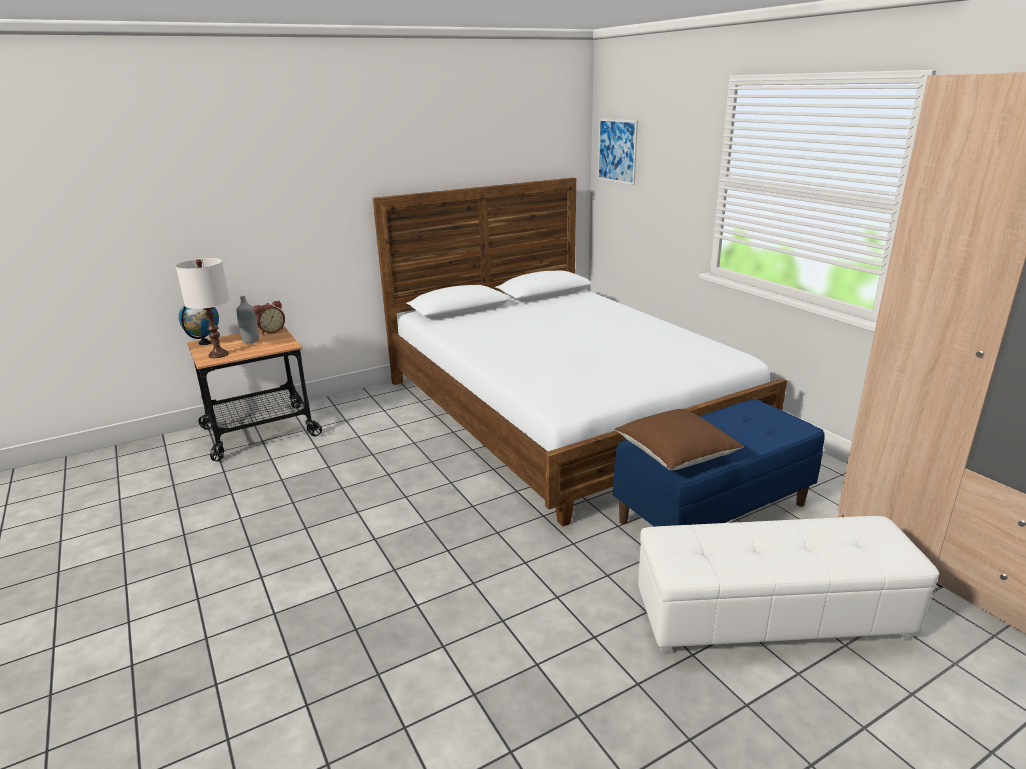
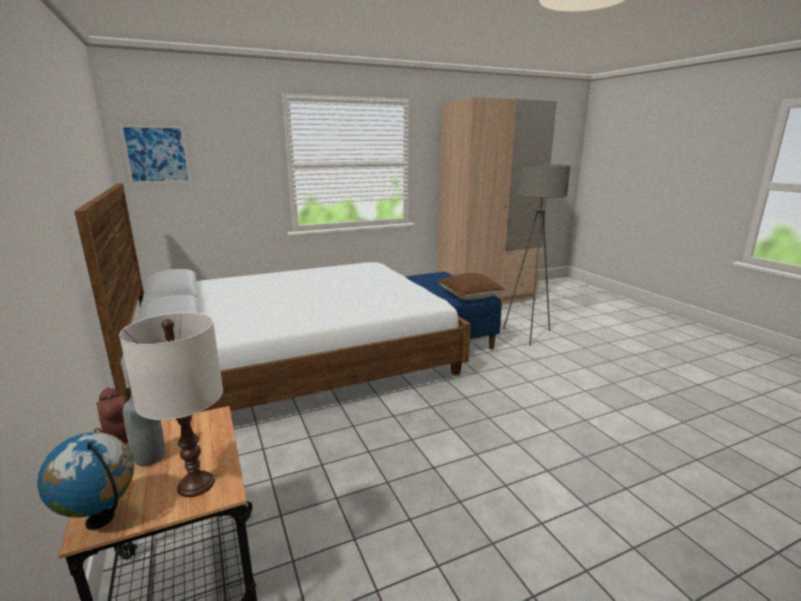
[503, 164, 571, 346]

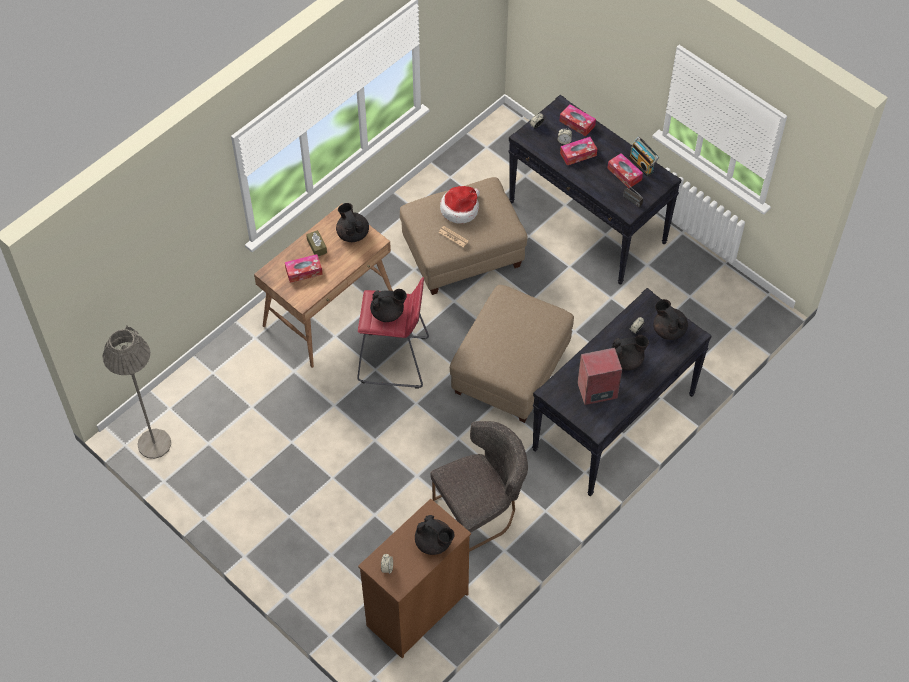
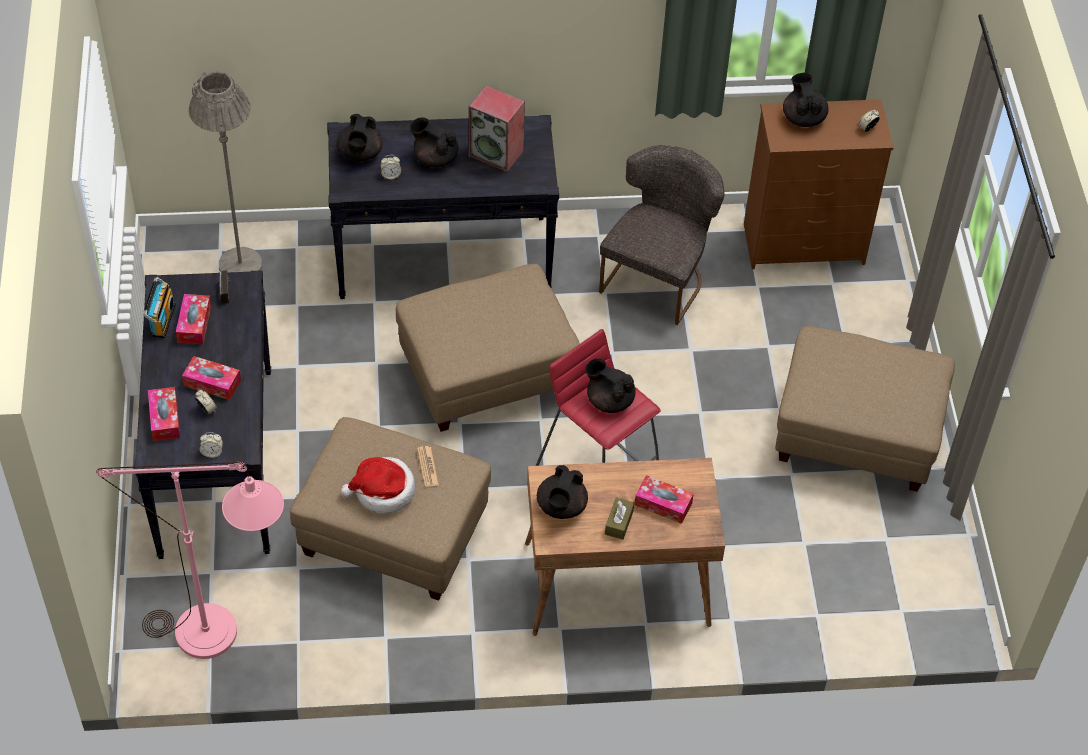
[96, 462, 284, 659]
[189, 72, 262, 272]
[599, 145, 725, 325]
[775, 326, 955, 492]

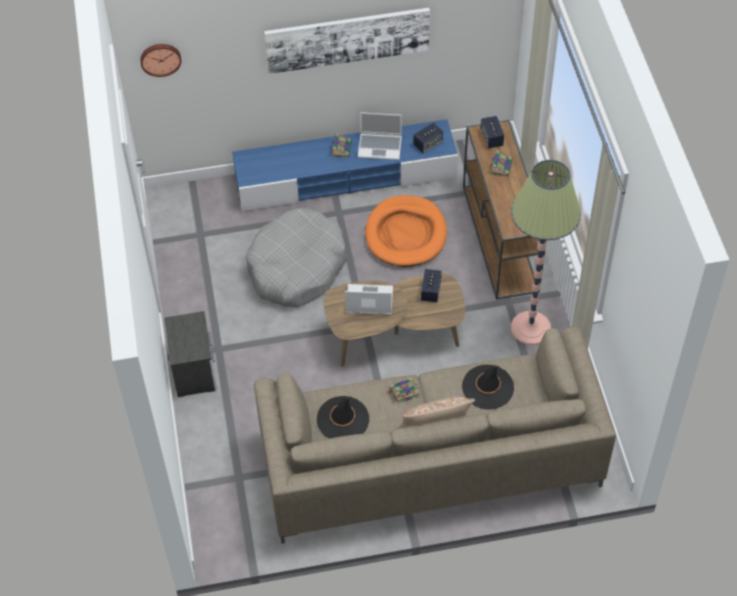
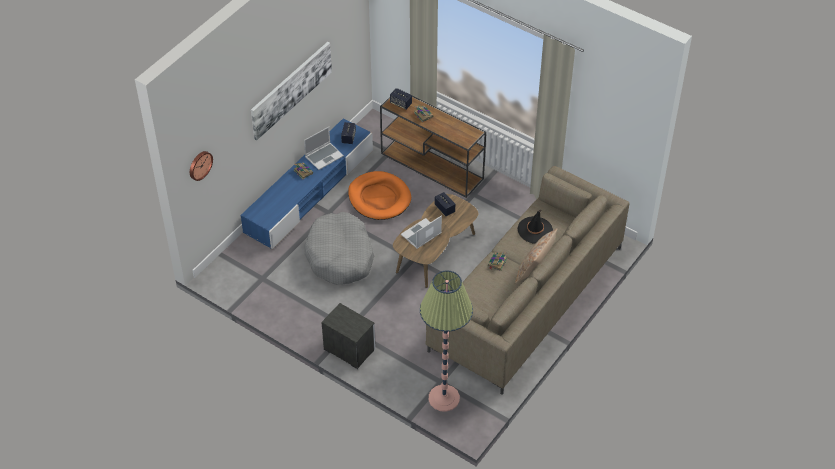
[420, 270, 473, 412]
[317, 396, 369, 438] (first image)

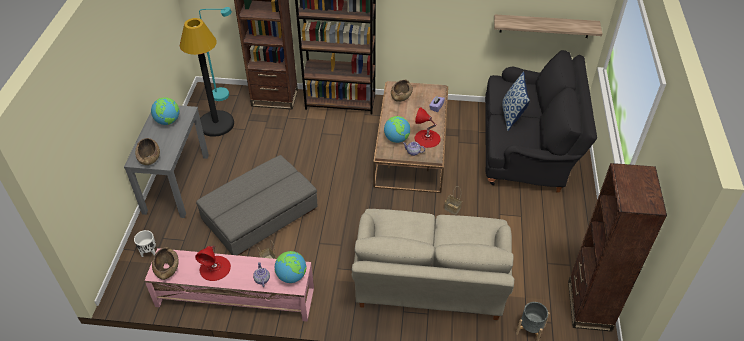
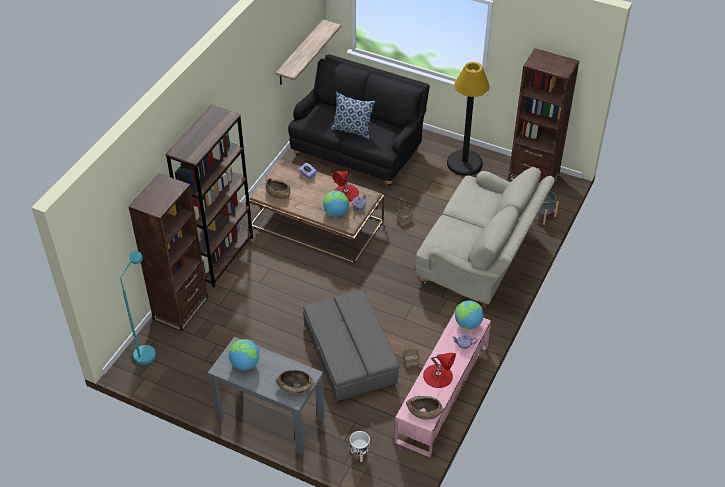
[447, 62, 490, 176]

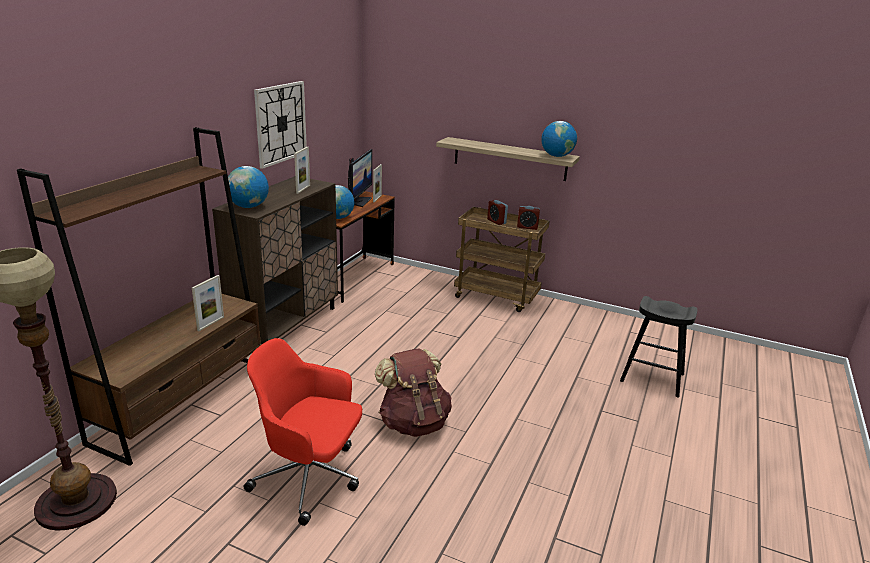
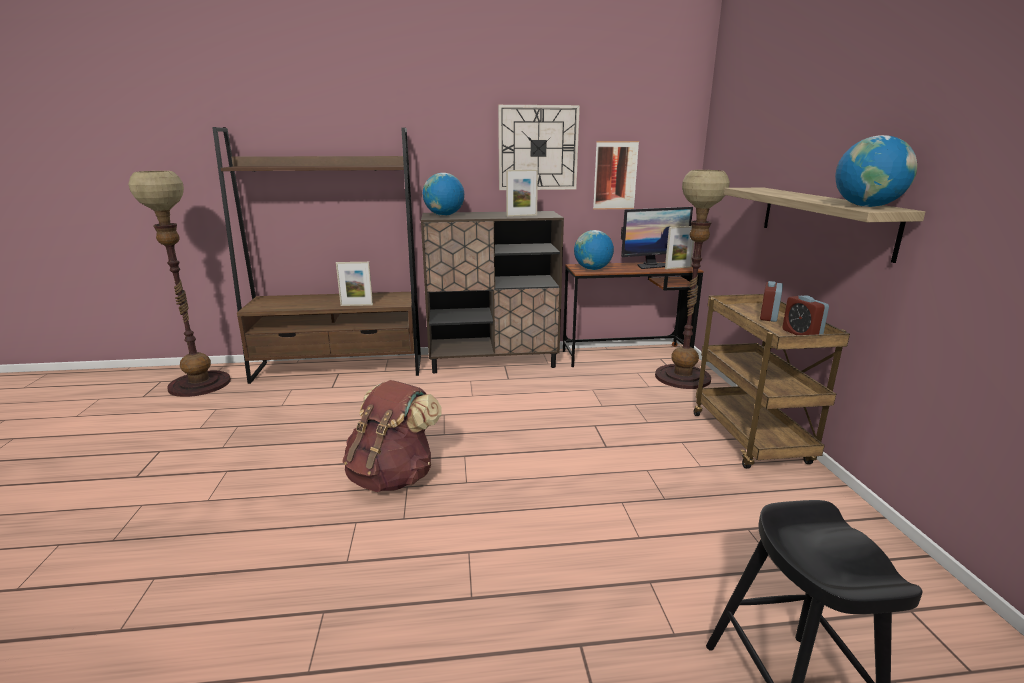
[593, 141, 639, 210]
[655, 170, 730, 389]
[244, 338, 362, 526] (first image)

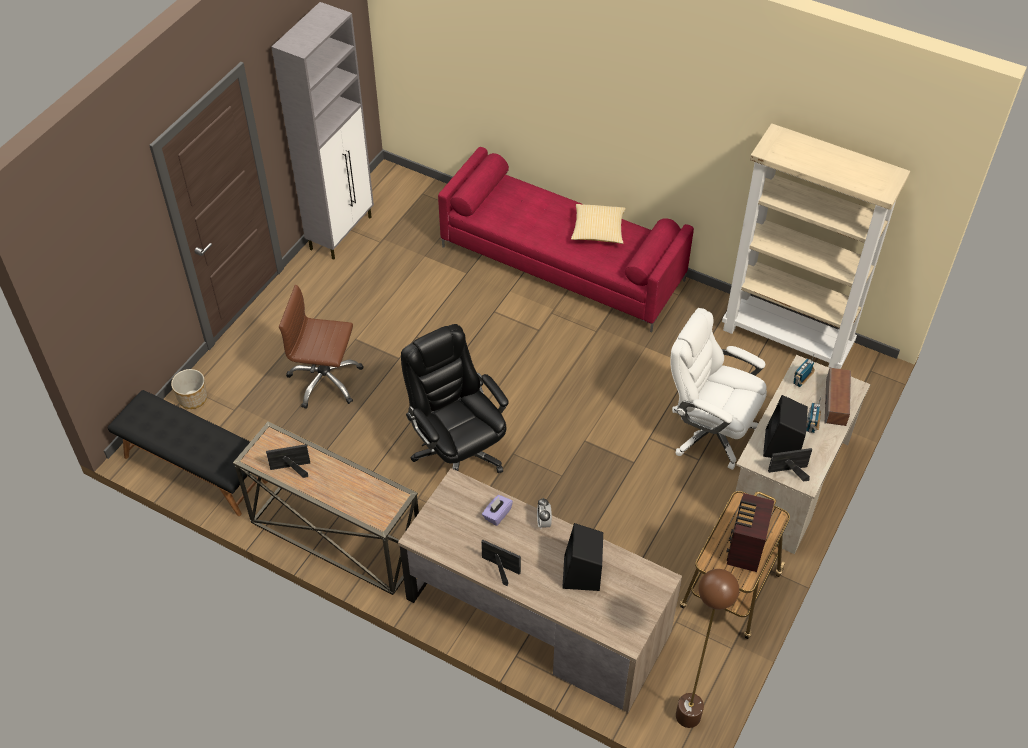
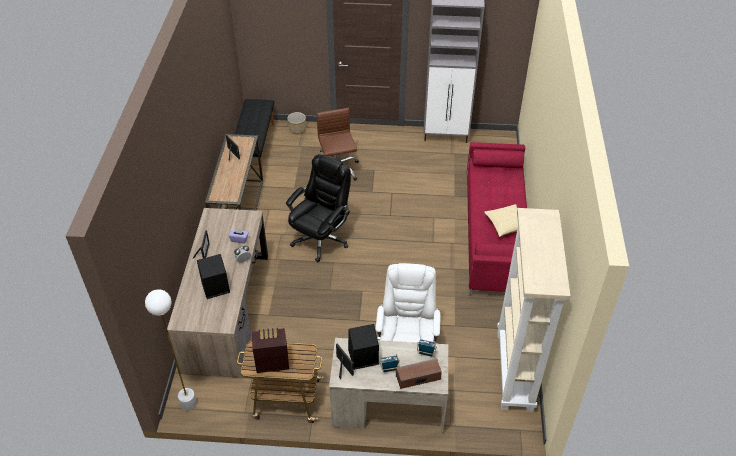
[145, 289, 197, 411]

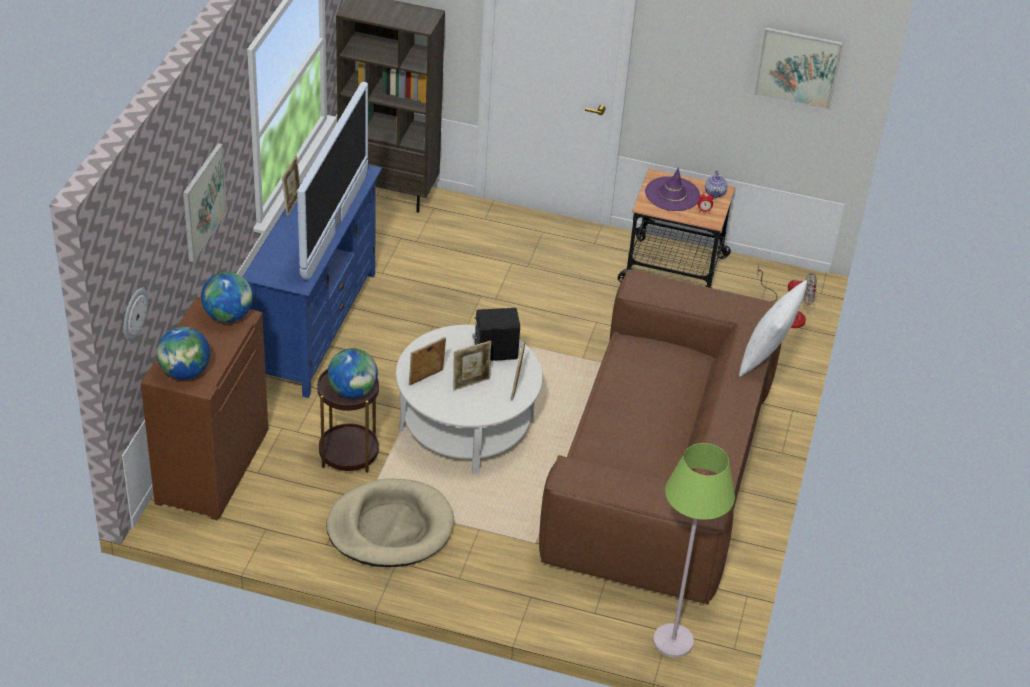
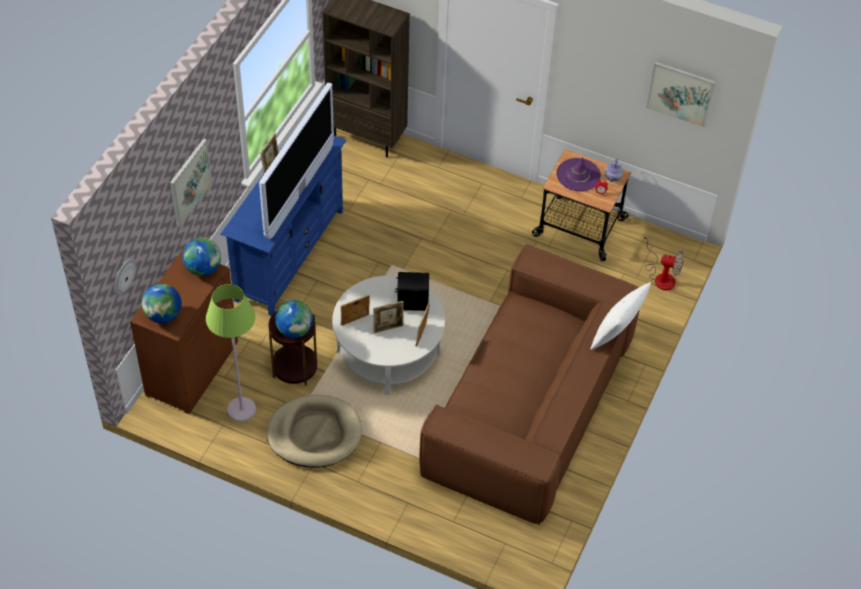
[206, 284, 256, 422]

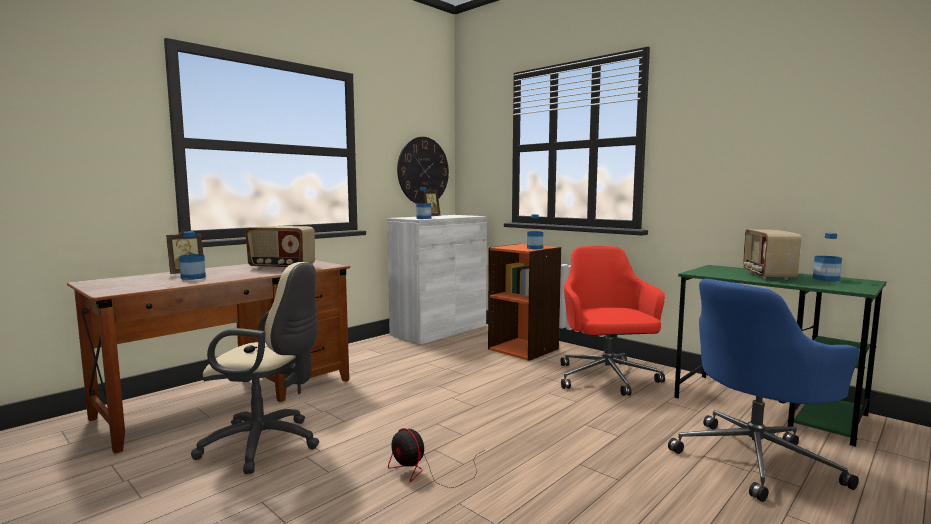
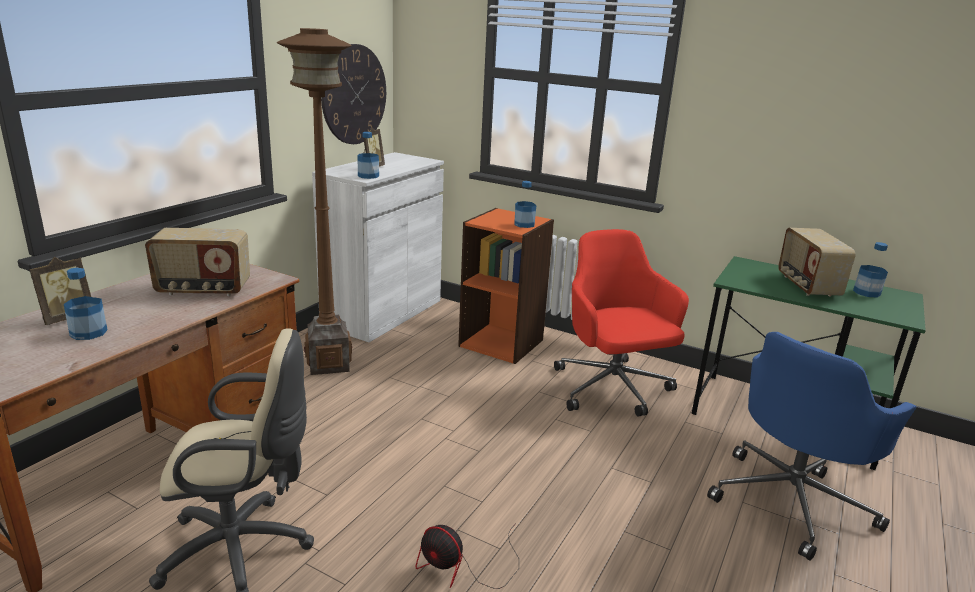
[277, 28, 352, 375]

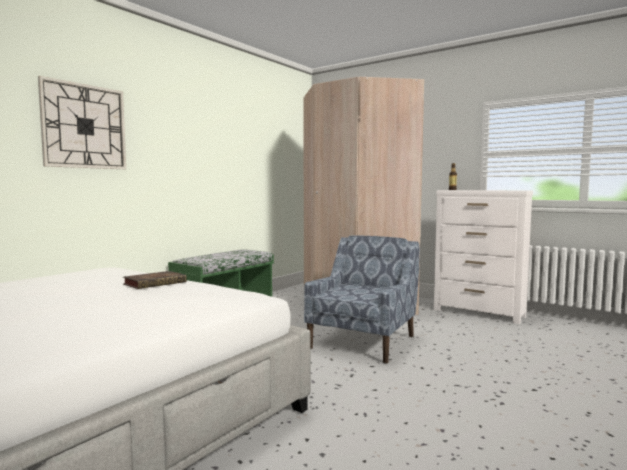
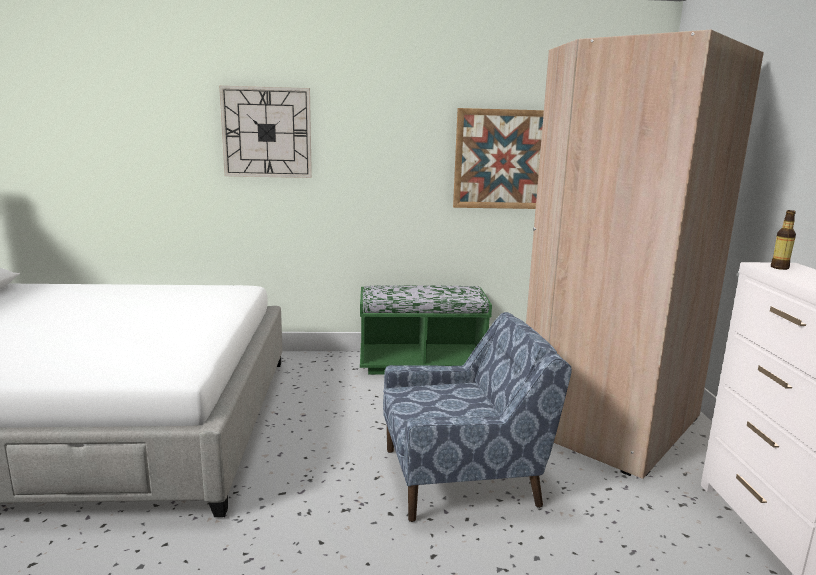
[453, 108, 544, 209]
[123, 271, 187, 289] (first image)

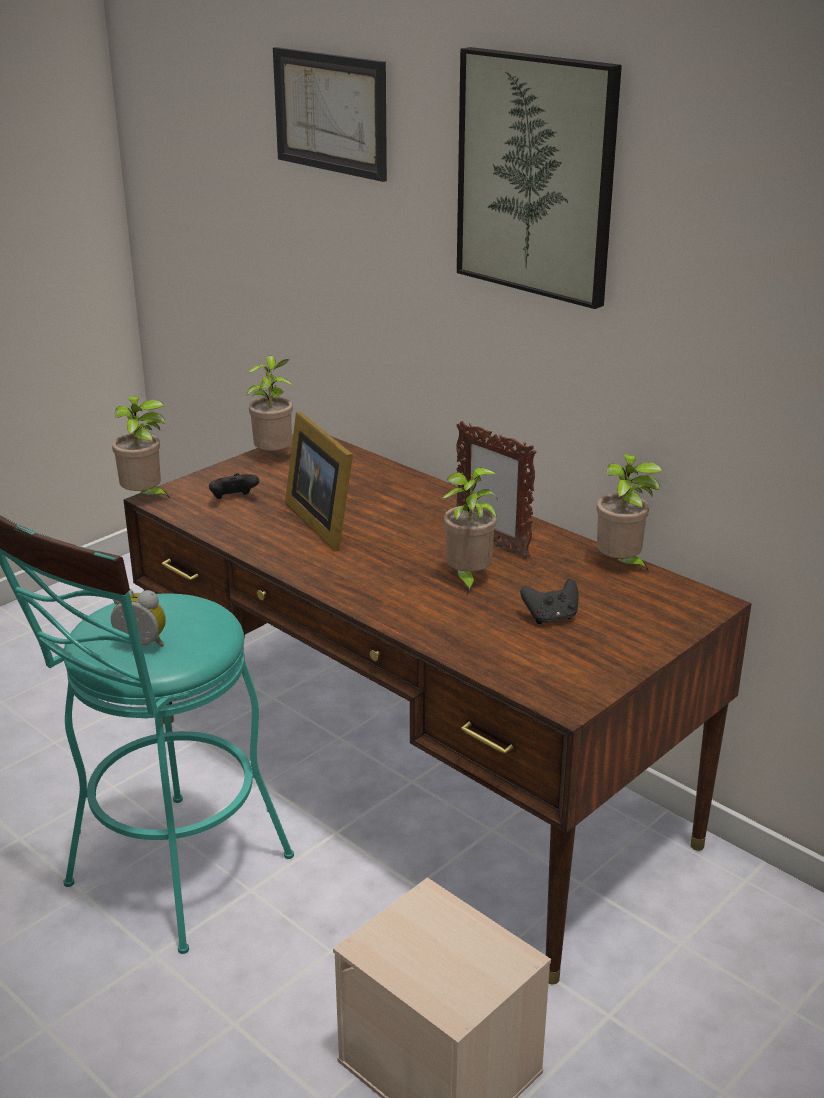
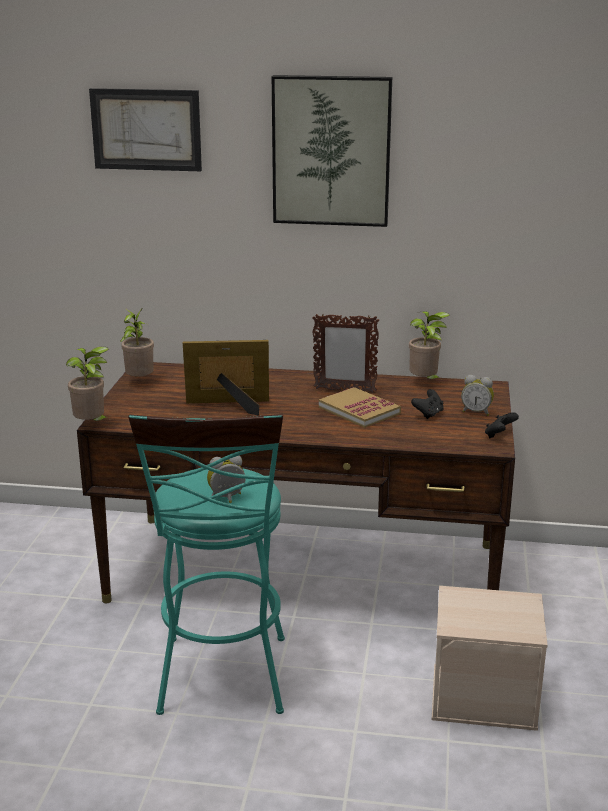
[183, 340, 269, 415]
[319, 387, 401, 428]
[461, 375, 494, 416]
[485, 412, 519, 438]

